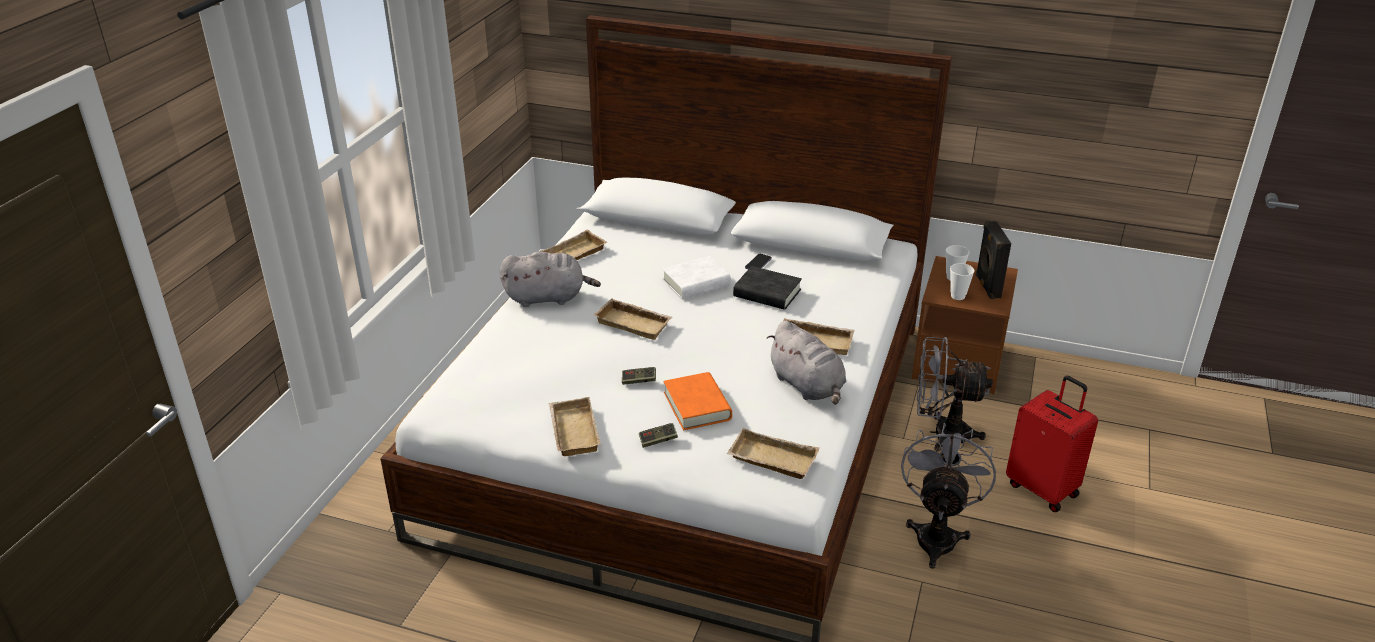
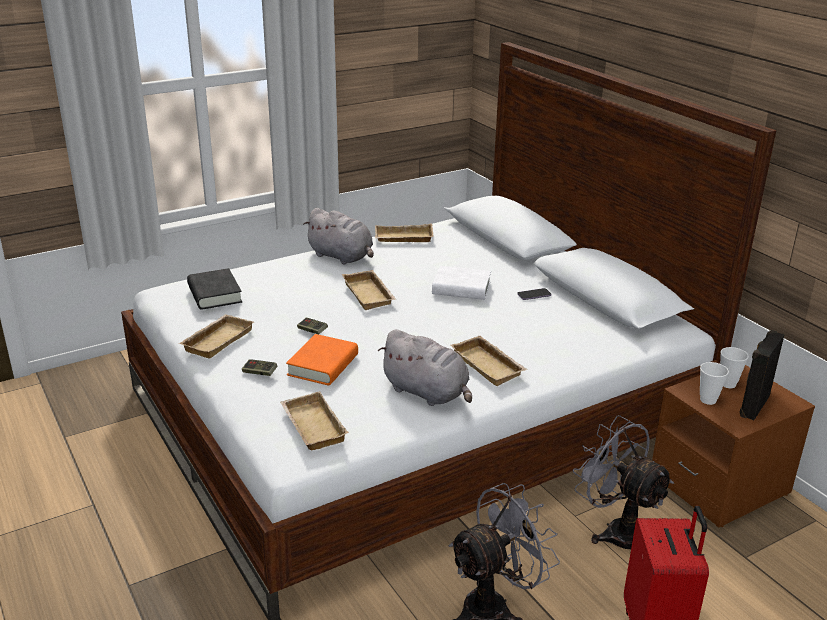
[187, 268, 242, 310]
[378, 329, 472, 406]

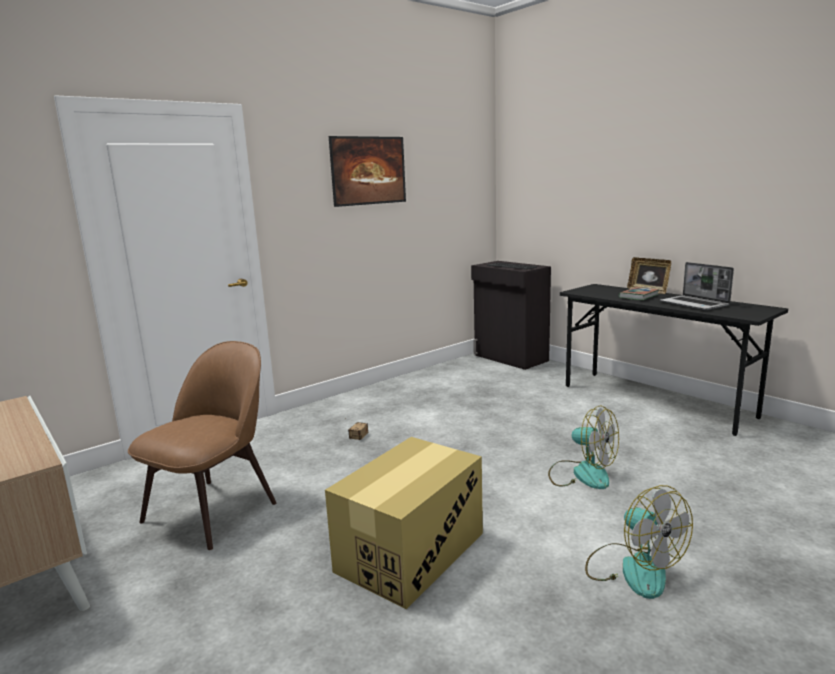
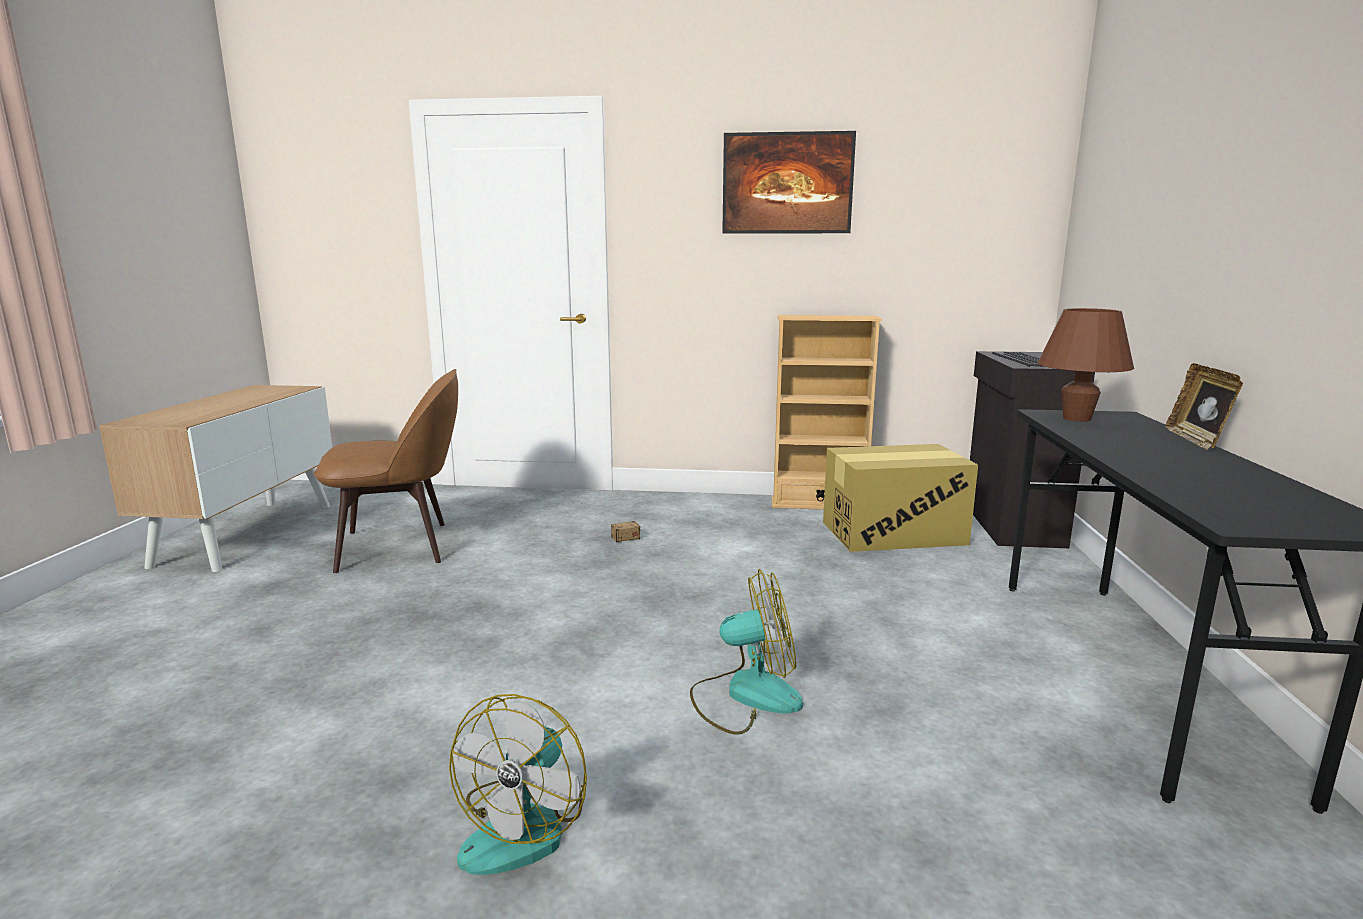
[690, 569, 803, 735]
[772, 315, 882, 510]
[823, 444, 978, 552]
[1038, 308, 1134, 422]
[619, 287, 659, 300] (first image)
[660, 262, 734, 310] (first image)

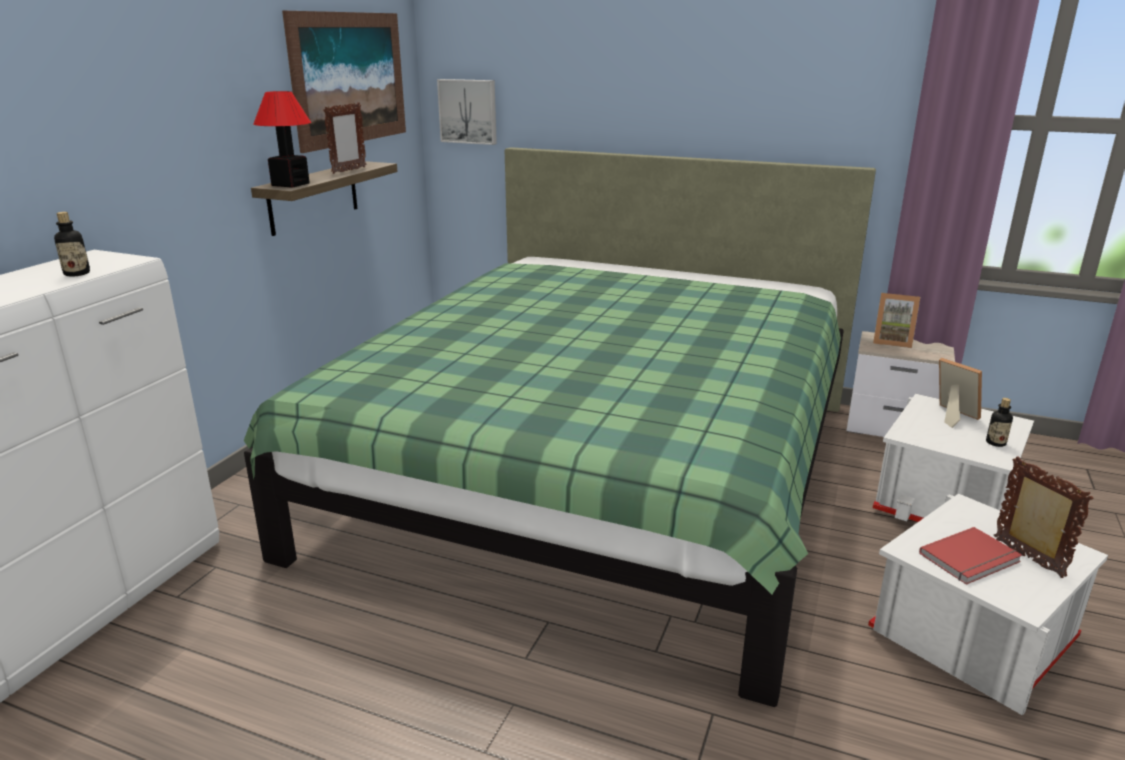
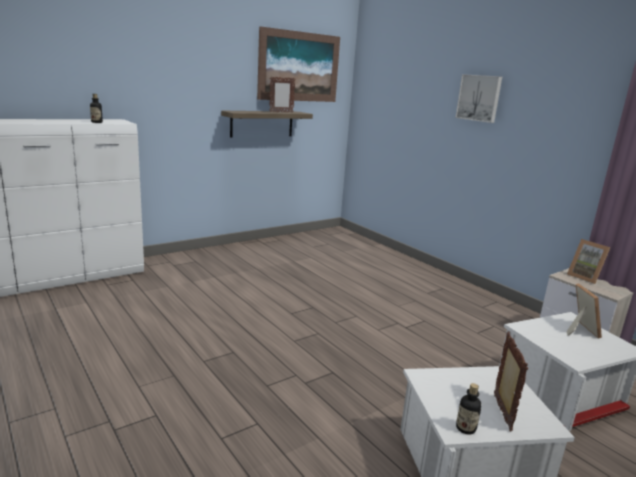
[455, 74, 502, 123]
[456, 383, 481, 435]
[244, 147, 876, 707] (first image)
[253, 91, 311, 188] (first image)
[919, 527, 1022, 585] (first image)

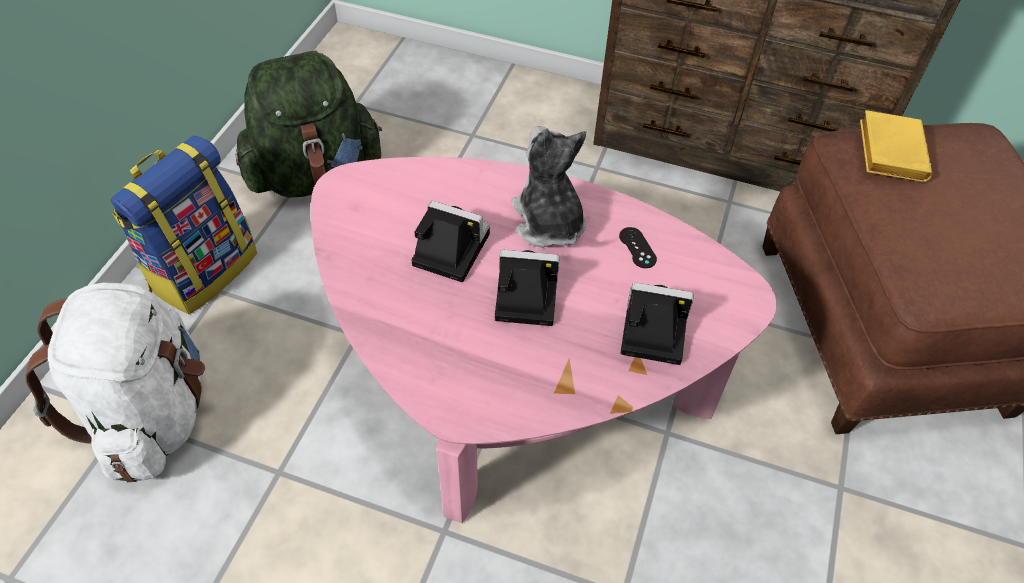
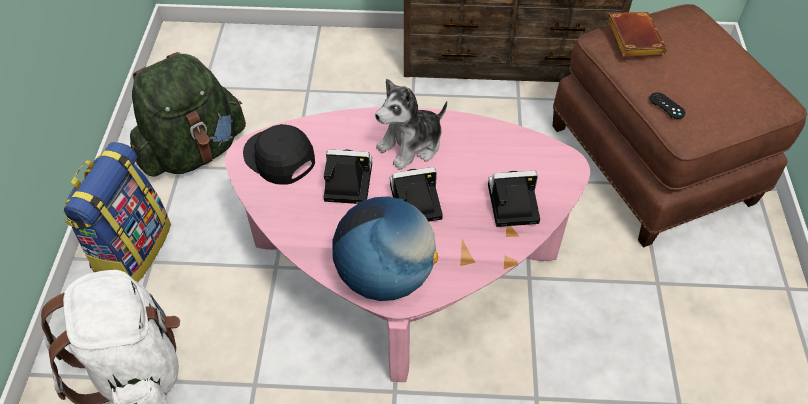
[243, 124, 315, 185]
[332, 197, 438, 301]
[375, 79, 447, 170]
[607, 12, 667, 57]
[649, 92, 685, 119]

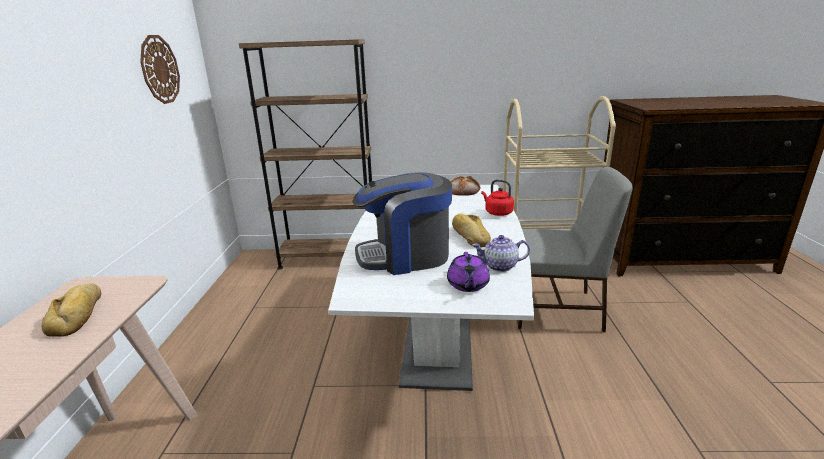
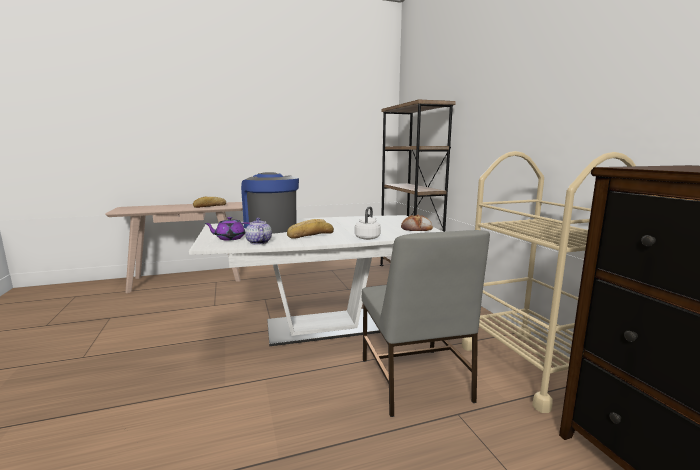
[355, 206, 381, 240]
[140, 35, 180, 104] (first image)

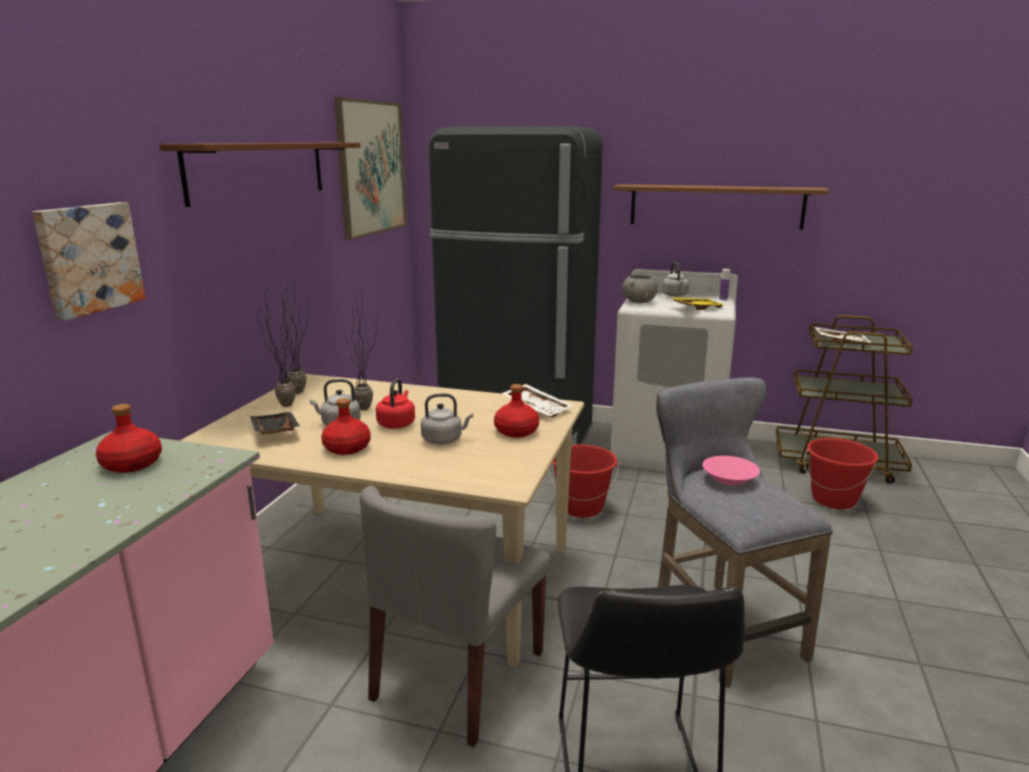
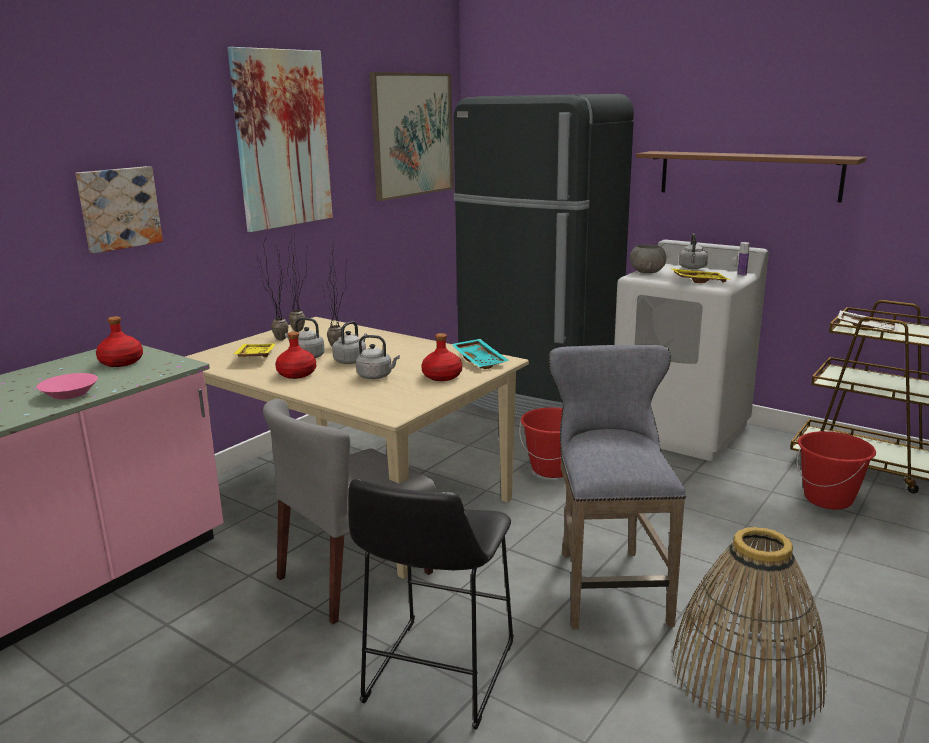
[37, 373, 98, 399]
[228, 47, 333, 232]
[233, 343, 276, 357]
[332, 321, 367, 364]
[451, 339, 509, 369]
[672, 527, 827, 731]

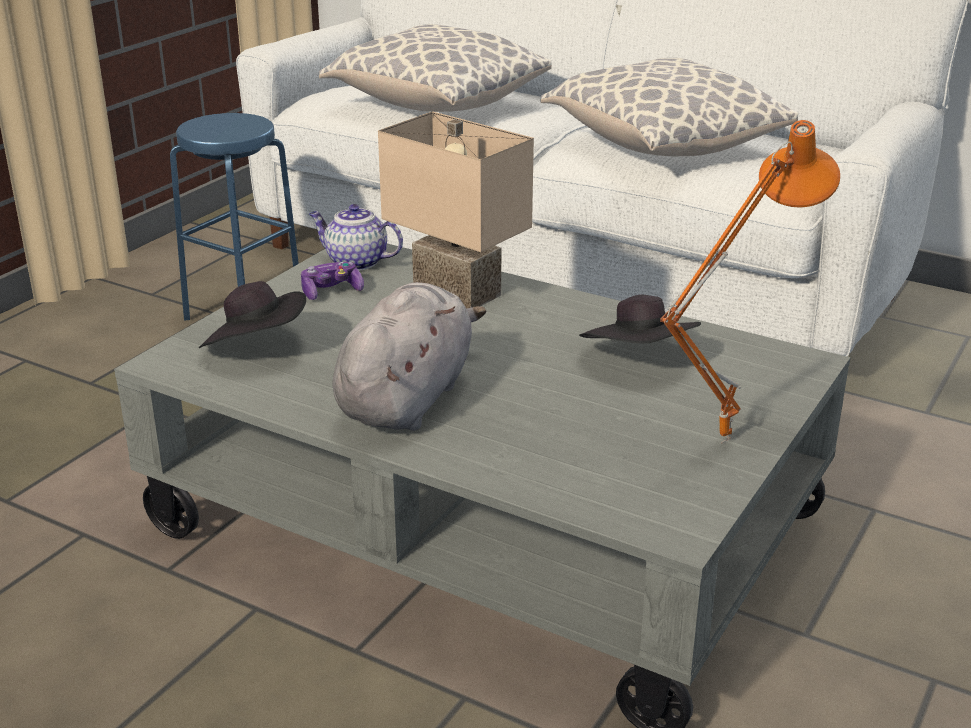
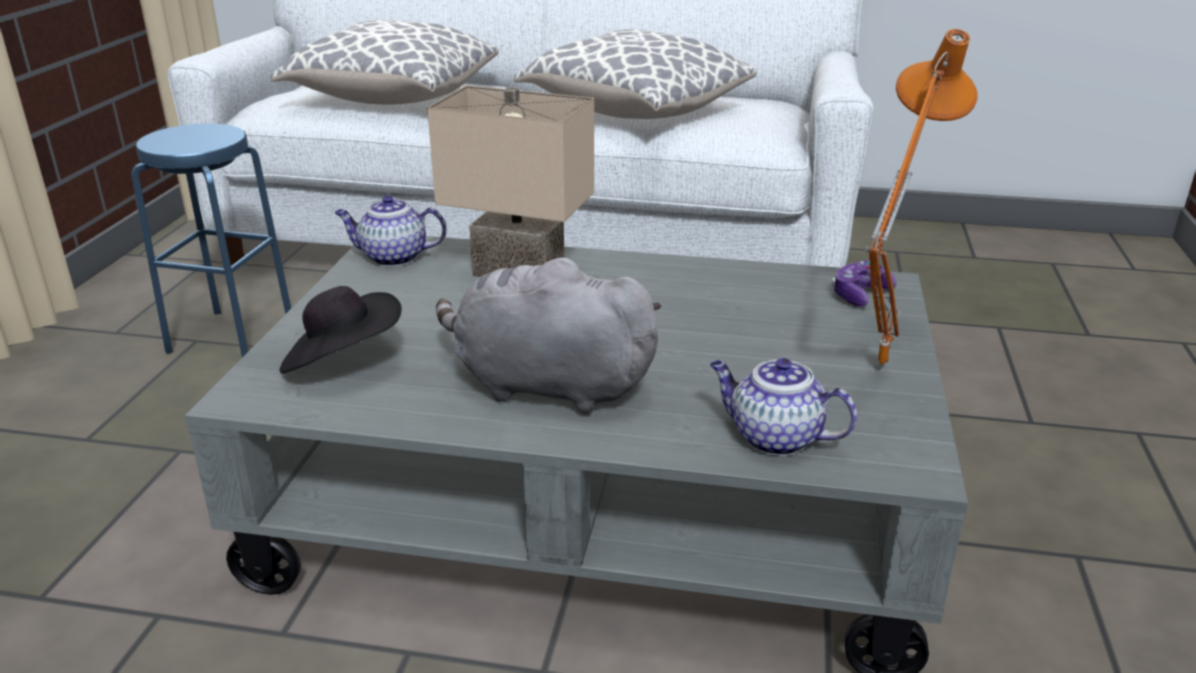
[436, 257, 662, 414]
[710, 358, 857, 456]
[832, 260, 897, 306]
[579, 295, 701, 343] (first image)

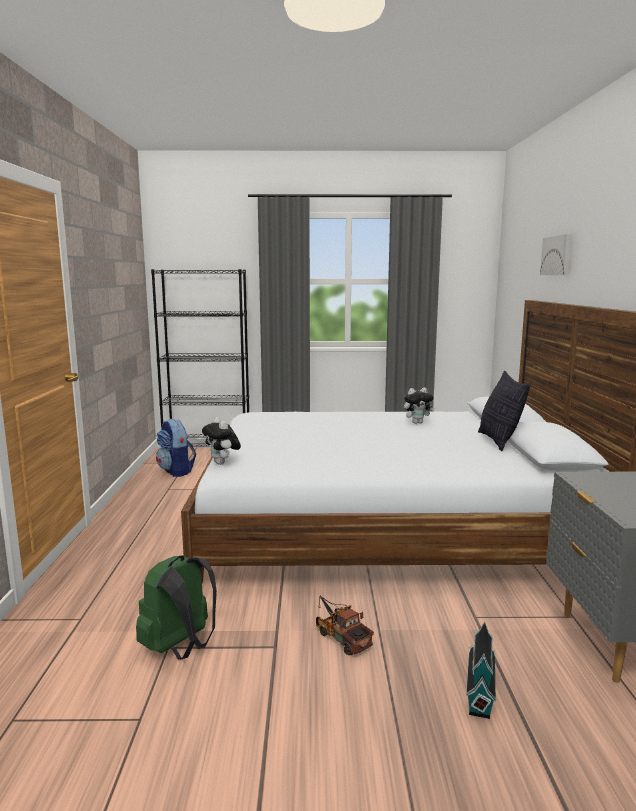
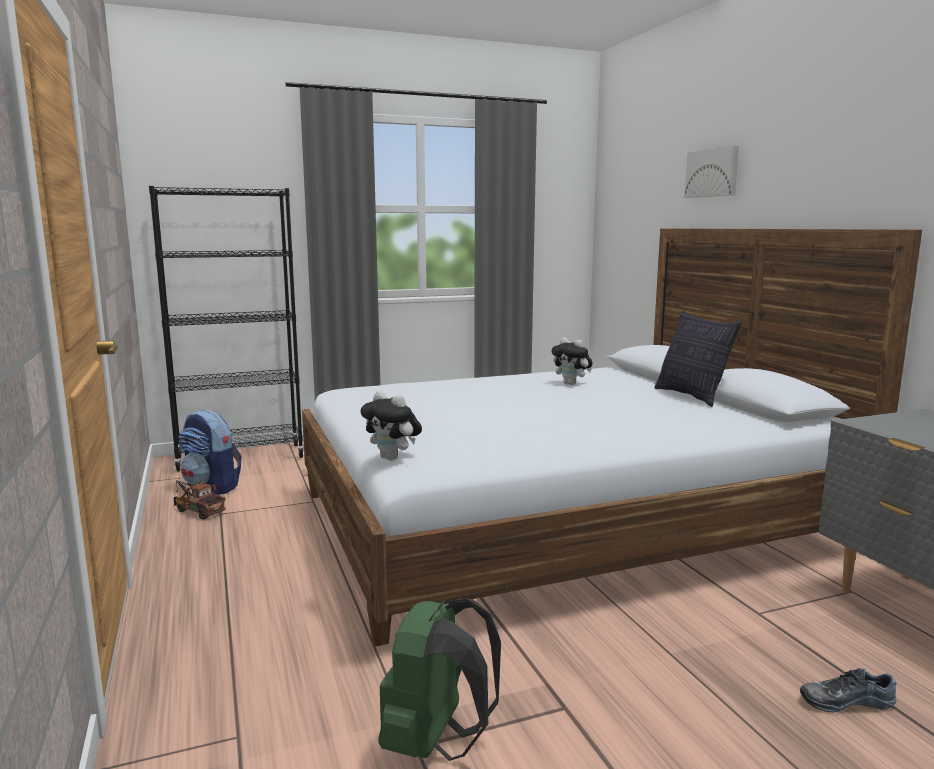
[174, 480, 226, 519]
[551, 337, 593, 385]
[800, 668, 896, 713]

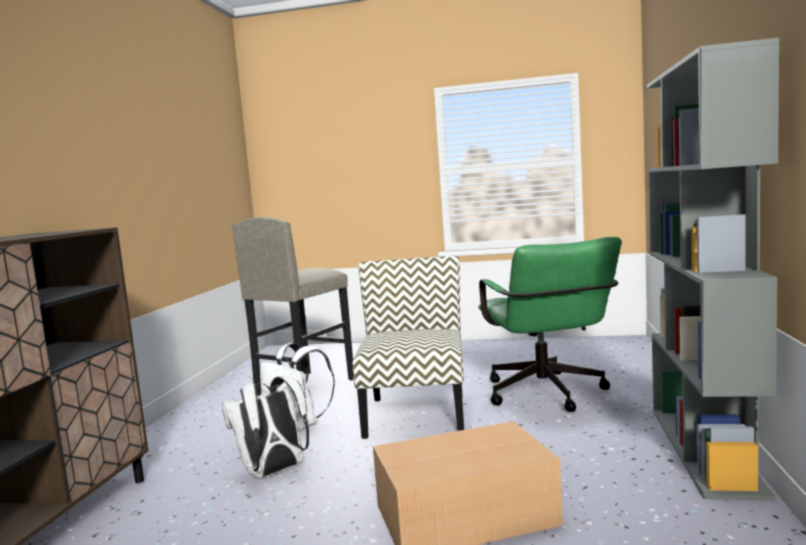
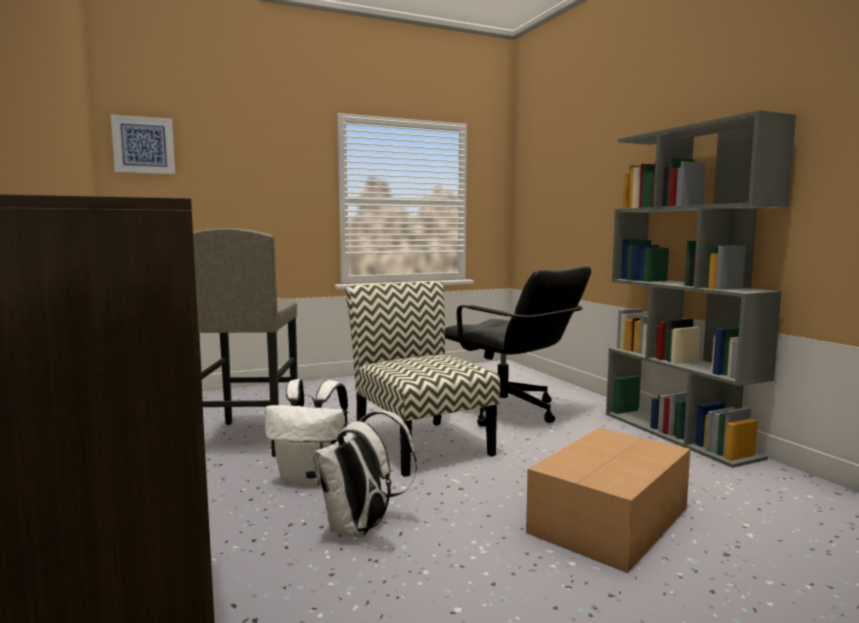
[111, 114, 175, 174]
[445, 266, 592, 427]

